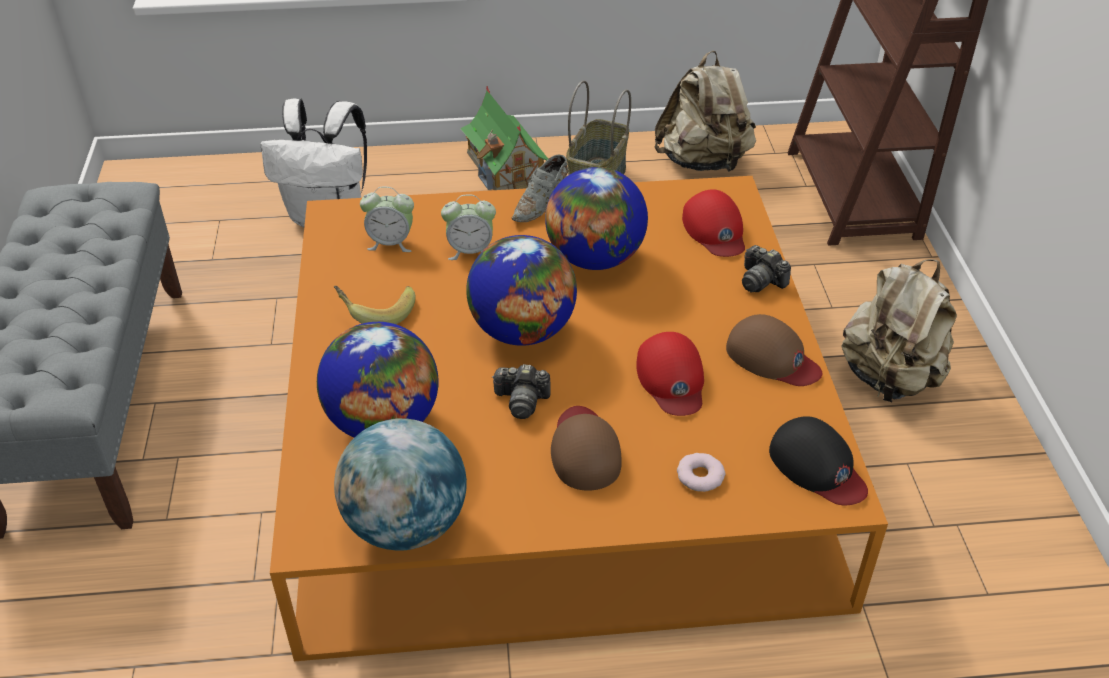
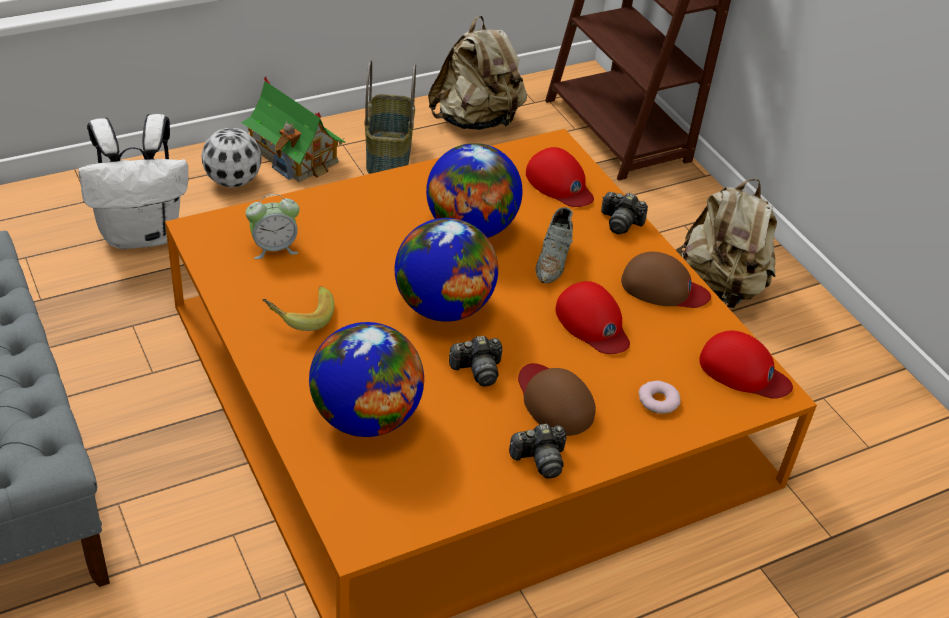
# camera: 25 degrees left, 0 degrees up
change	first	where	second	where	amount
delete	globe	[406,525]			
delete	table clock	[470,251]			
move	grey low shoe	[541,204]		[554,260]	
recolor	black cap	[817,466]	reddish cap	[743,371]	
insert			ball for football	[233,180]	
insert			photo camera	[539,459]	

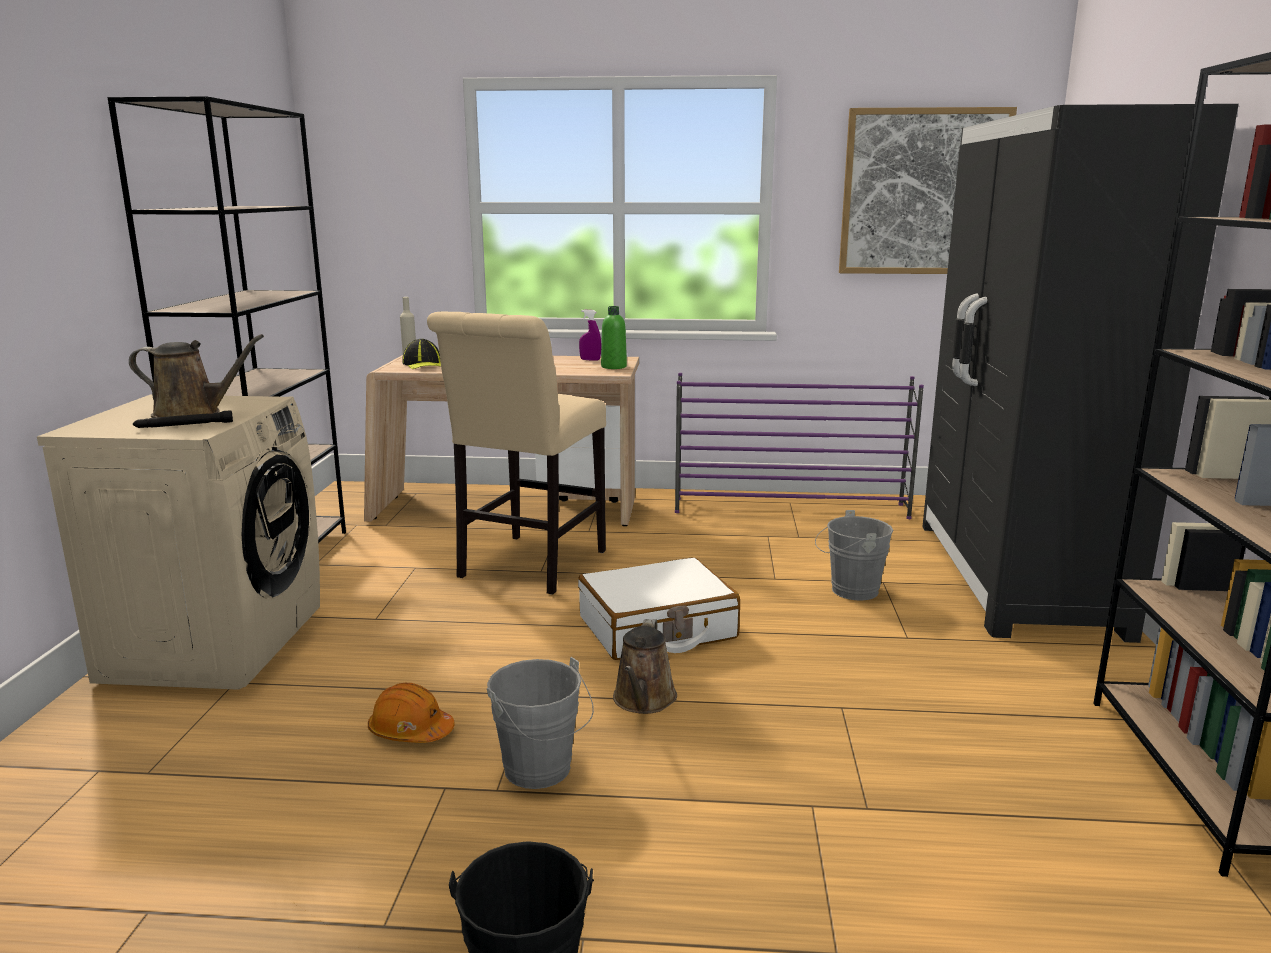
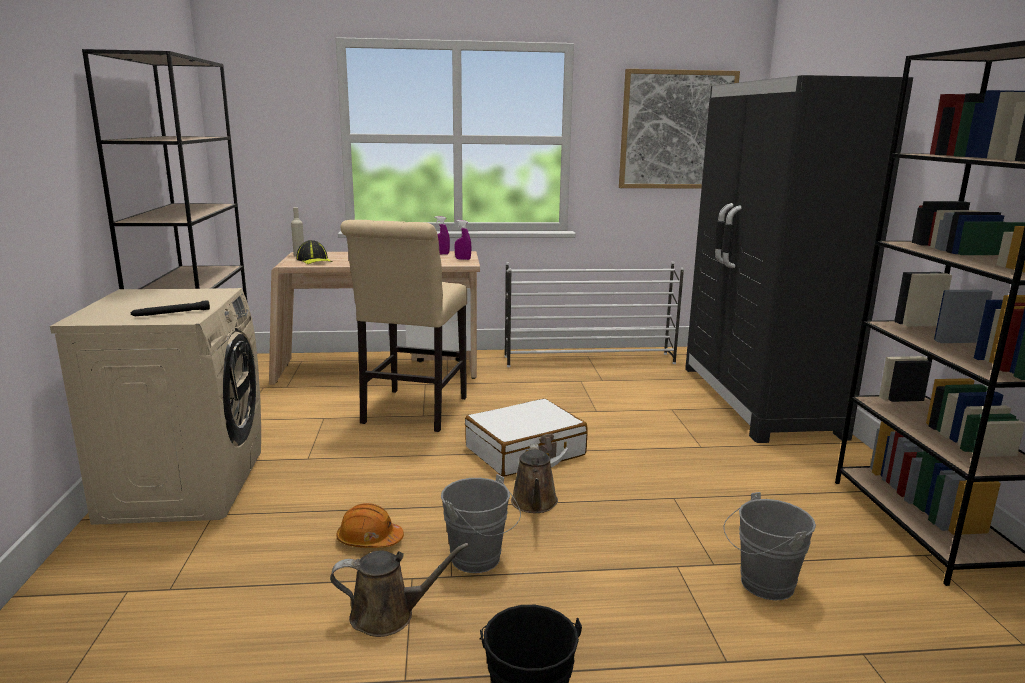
# camera: 10 degrees left, 0 degrees up
change	first	where	second	where	amount
move	brown sprinkling can	[193,414]		[389,615]	
replace	green drink bottle	[614,367]	purplish spray bottle	[463,259]	
recolor	purplish shoe rack	[791,509]	white shoe rack	[590,360]	
move	grey bucket	[849,591]		[761,585]	

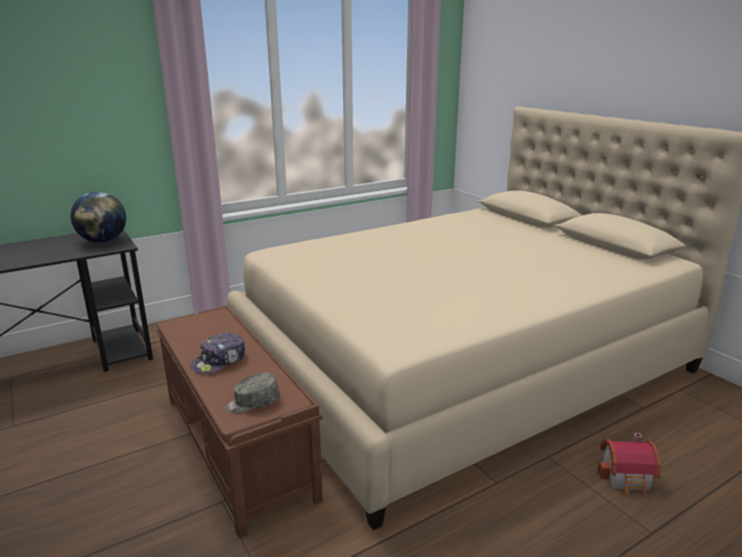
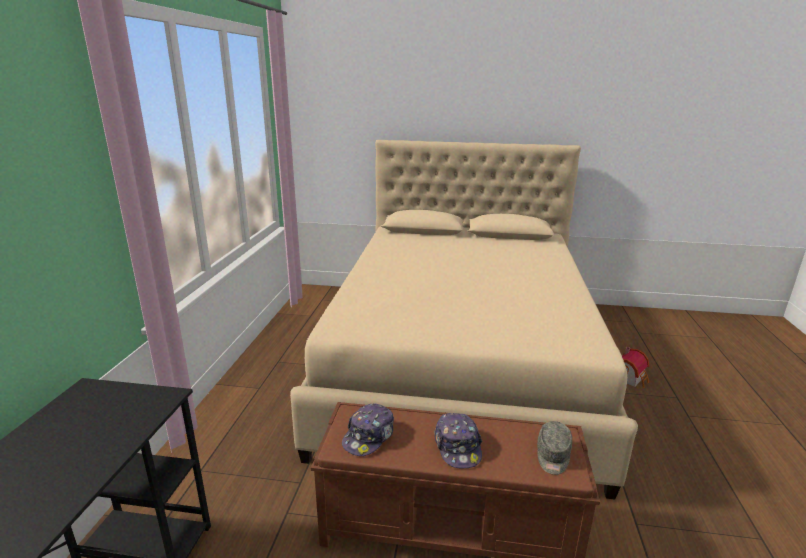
# camera: 50 degrees left, 0 degrees up
change	first	where	second	where	amount
delete	globe	[103,241]			
insert			cap	[369,437]	

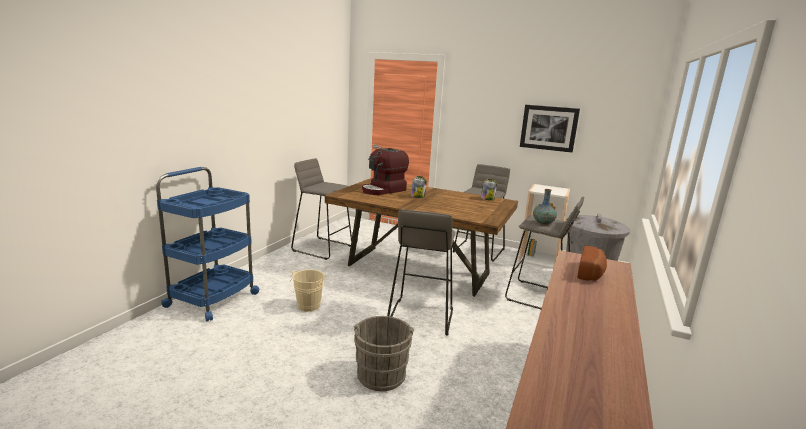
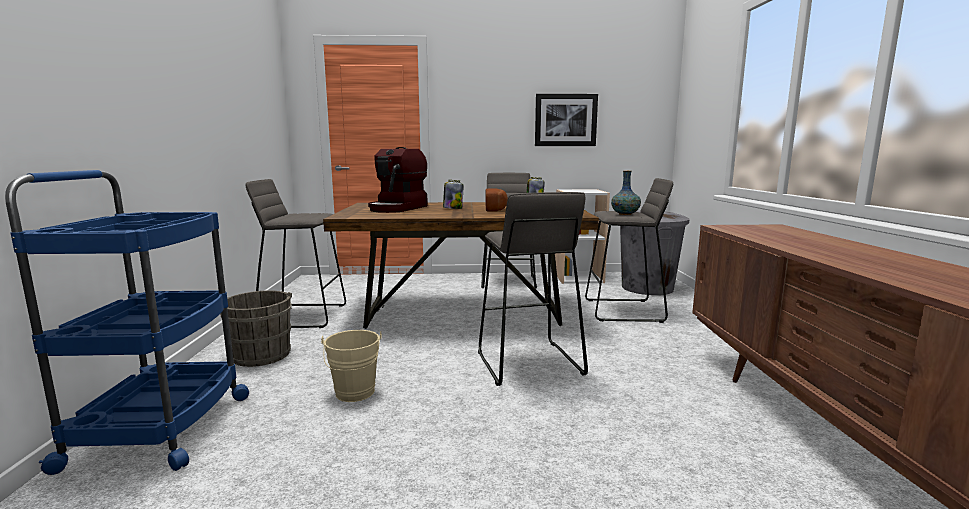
# camera: 25 degrees left, 5 degrees down
change	first	where	second	where	amount
move	grey bucket	[381,373]		[261,354]	
move	bakery bread	[591,273]		[496,209]	

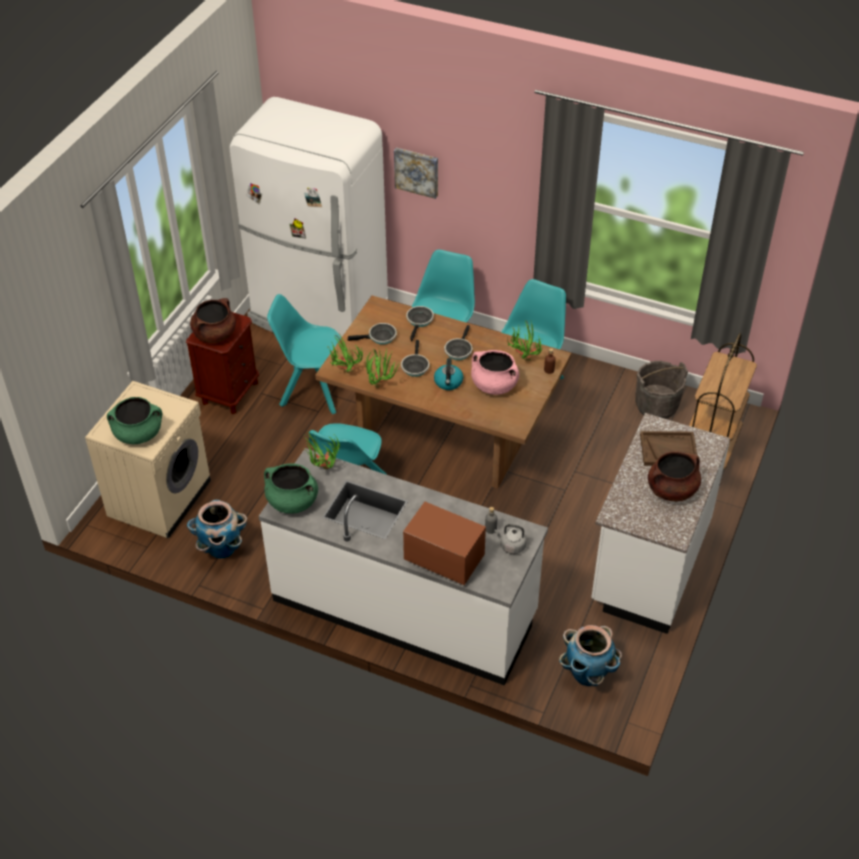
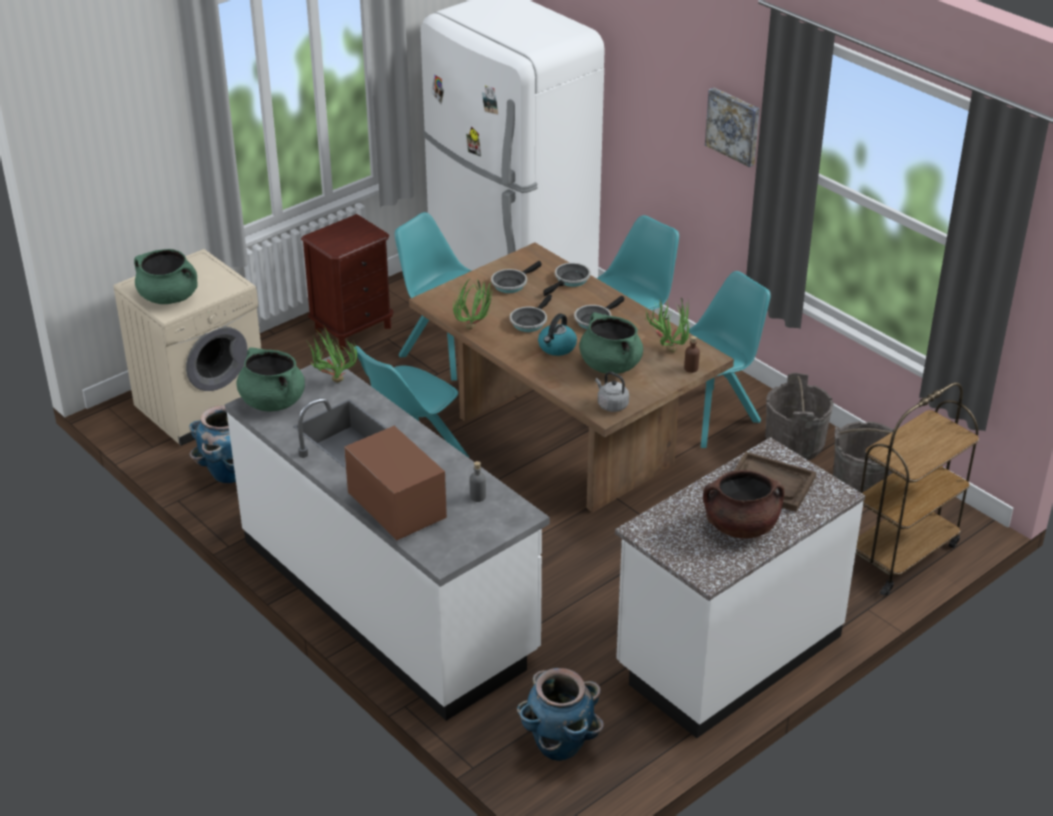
# camera: 25 degrees right, 10 degrees down
change	first	where	second	where	amount
delete	brown saucepot	[215,334]			
delete	potted plant	[344,372]			
rotate	frying pan	[380,337]		[511,283]	120 degrees clockwise
move	picture	[417,171]		[734,126]	
recolor	pink saucepot	[494,385]	green saucepot	[610,365]	
move	grey kettle	[511,546]		[611,405]	
insert			grey bucket	[795,444]	

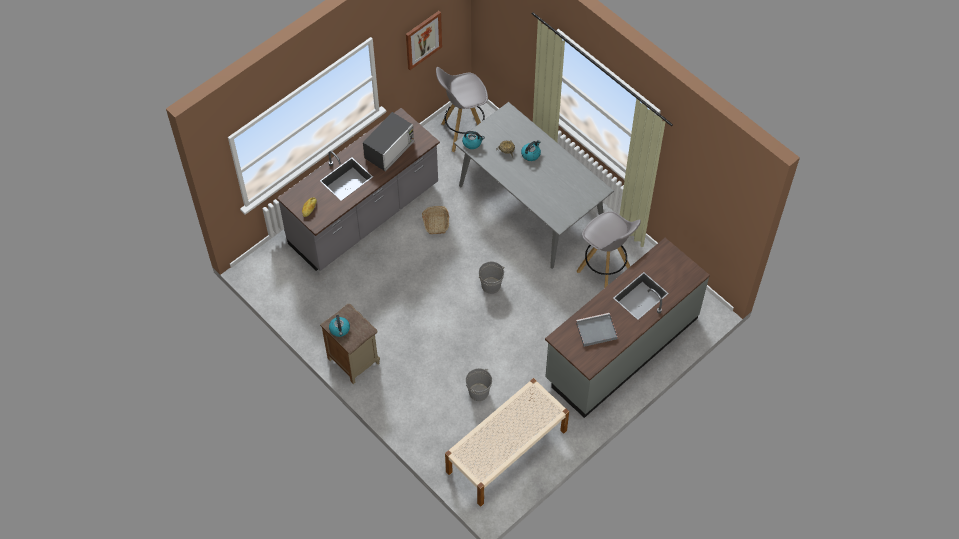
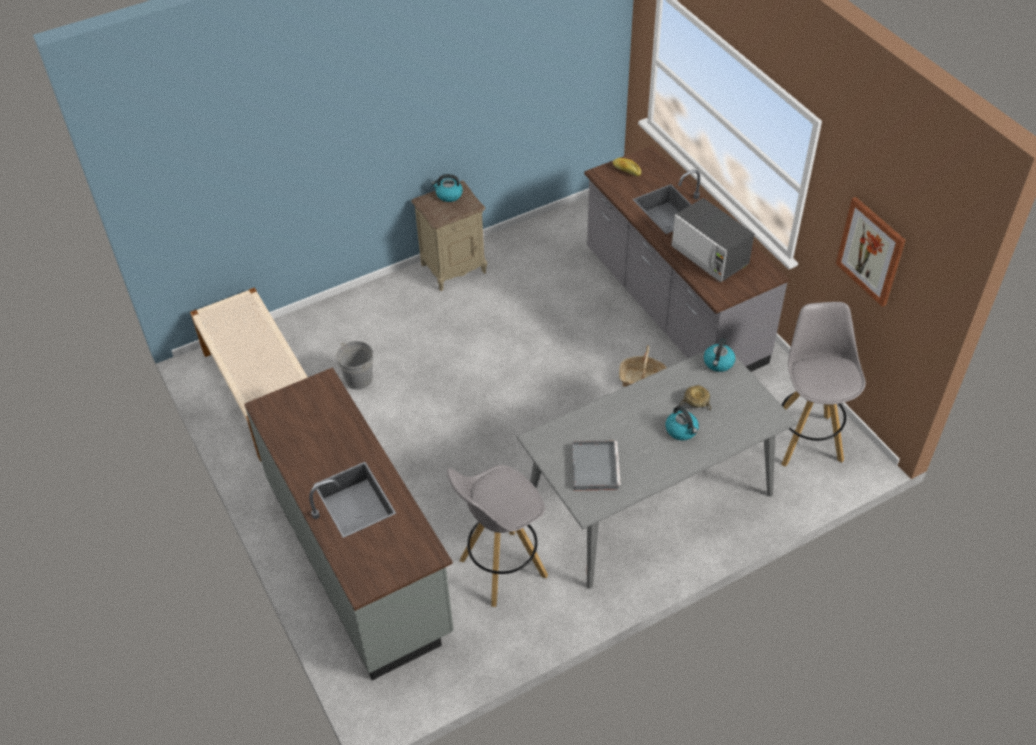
# camera: 105 degrees right, 10 degrees down
change	first	where	second	where	amount
delete	grey bucket	[491,285]			
move	grey carrying tray	[595,331]		[594,466]	

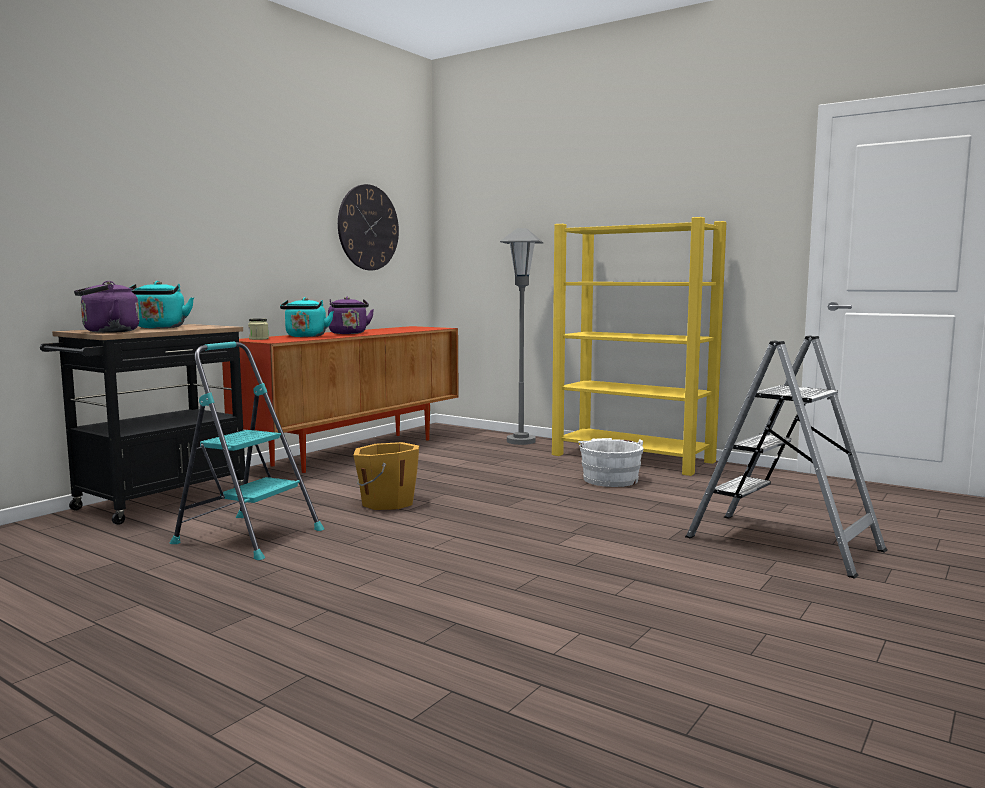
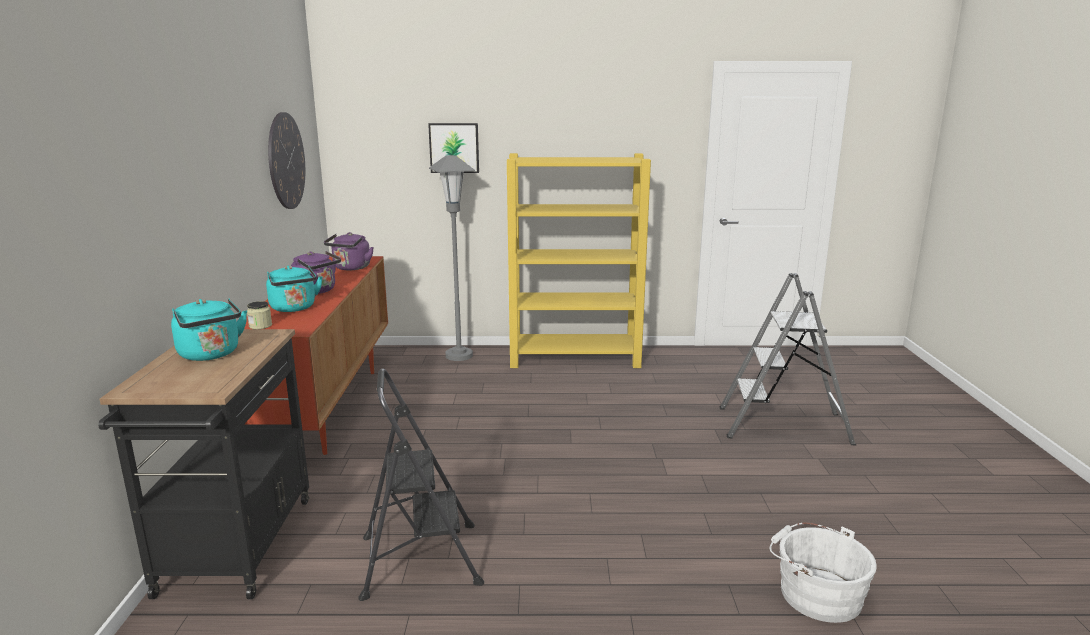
# camera: 35 degrees left, 10 degrees up
change	first	where	second	where	amount
move	purplish kettle	[107,332]		[351,268]	
recolor	blue-green step ladder	[246,535]	black step ladder	[416,559]	
delete	orangey bucket	[386,502]			
move	white bucket	[609,479]		[815,592]	
insert			picture	[454,148]	

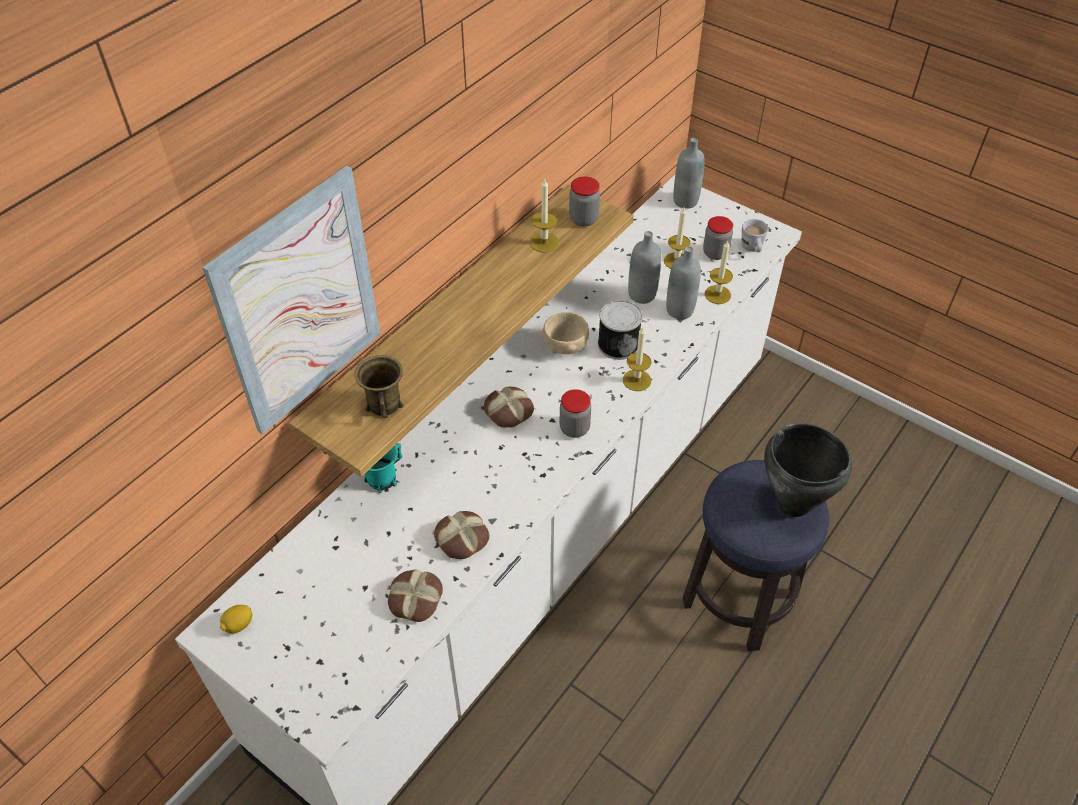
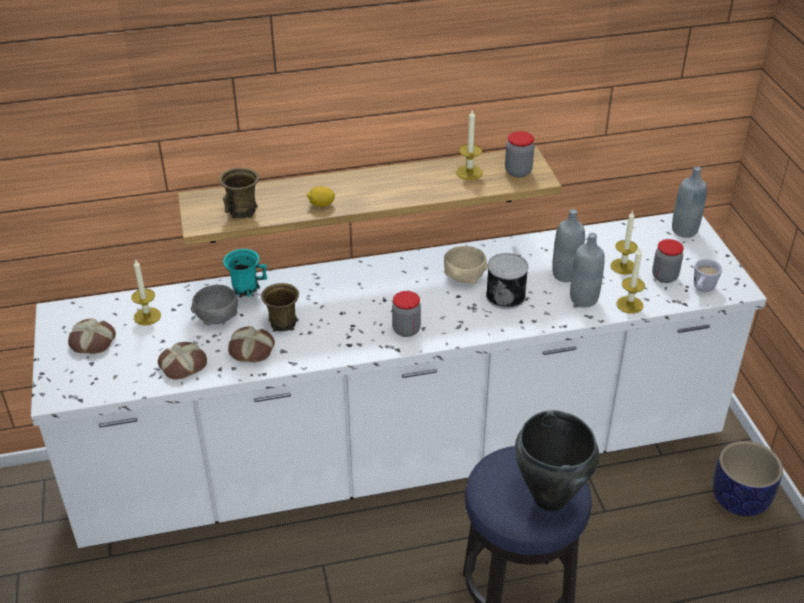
# camera: 40 degrees right, 10 degrees down
change	first	where	second	where	amount
delete	picture	[300,303]			
move	citrus fruit	[238,625]		[321,205]	
move	bakery bread	[509,412]		[92,342]	
move	wax light	[637,380]		[147,316]	
insert			grey serving bowl	[217,318]	
insert			brown mug	[282,323]	
insert			planter	[739,500]	

